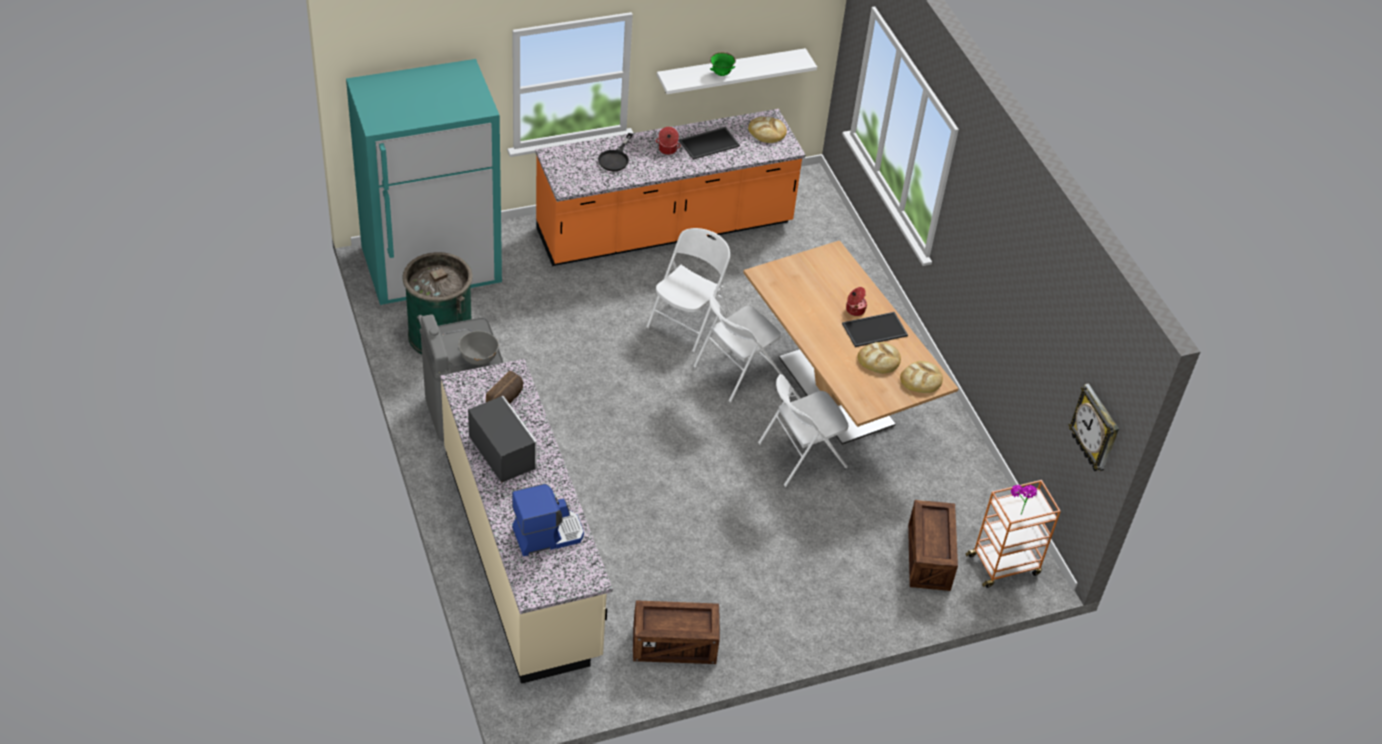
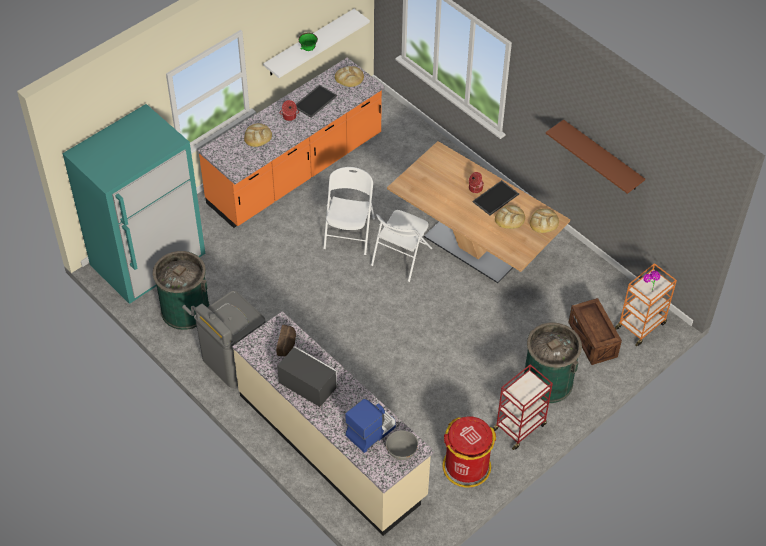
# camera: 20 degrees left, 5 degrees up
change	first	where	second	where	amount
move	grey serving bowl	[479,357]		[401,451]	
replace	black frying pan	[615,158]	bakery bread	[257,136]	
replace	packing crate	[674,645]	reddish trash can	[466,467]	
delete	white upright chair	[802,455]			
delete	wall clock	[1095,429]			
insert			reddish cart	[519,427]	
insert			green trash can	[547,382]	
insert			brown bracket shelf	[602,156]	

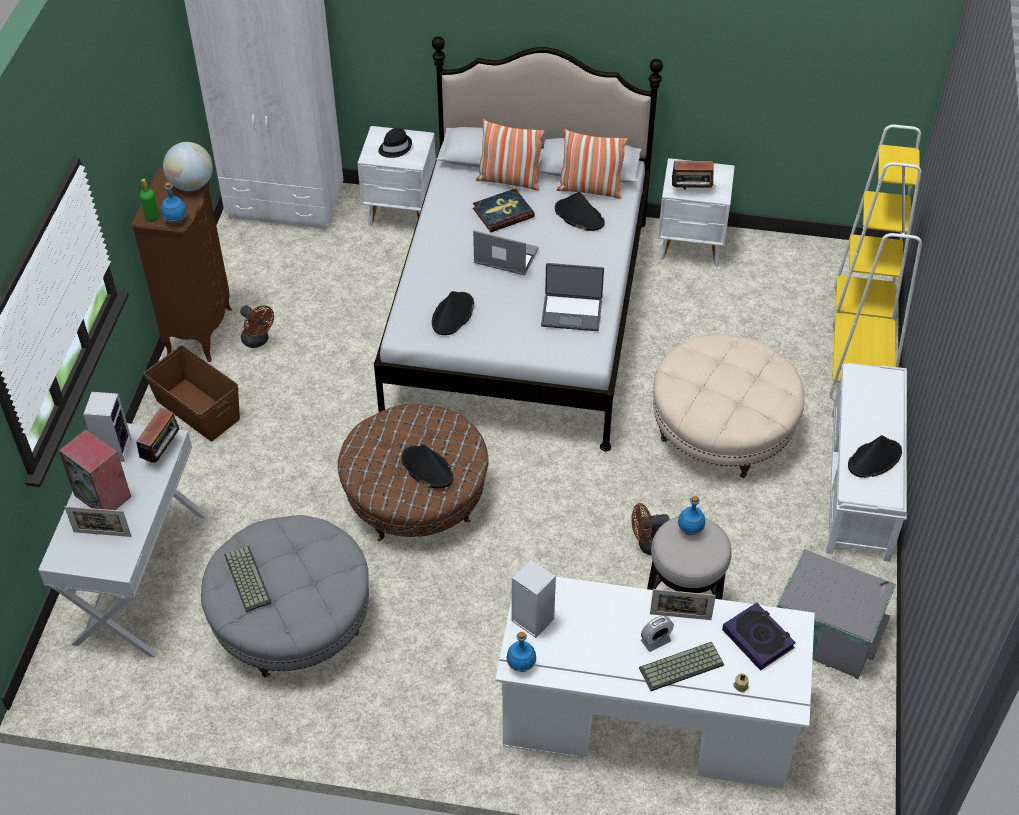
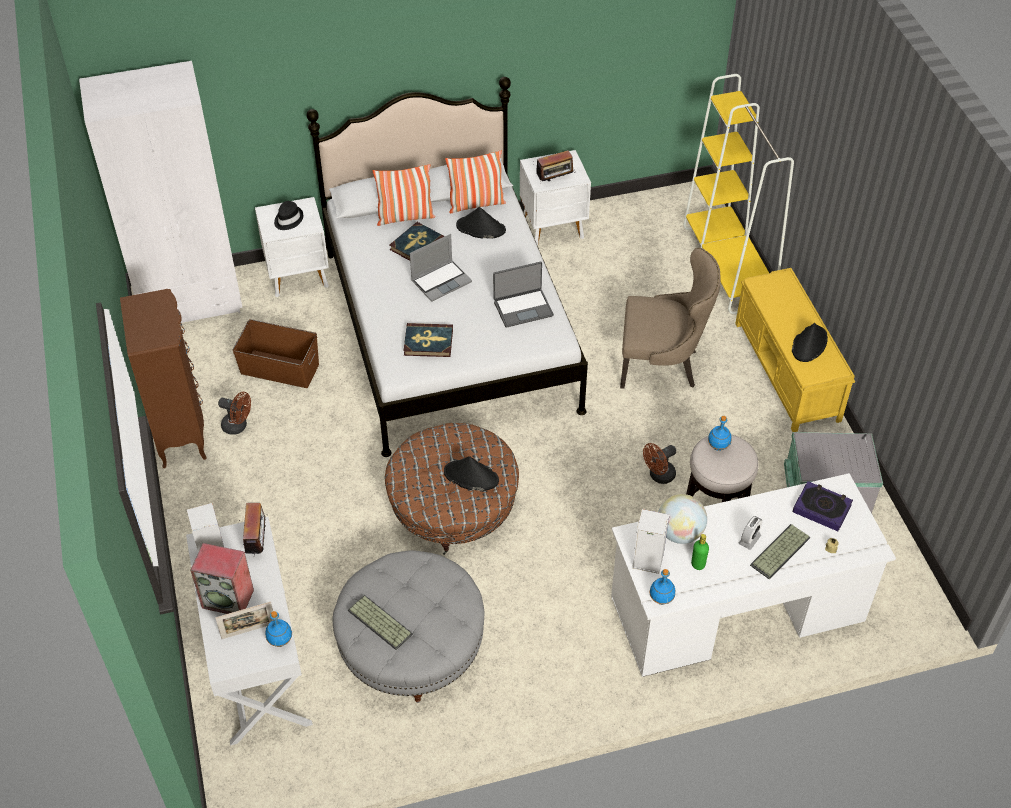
# camera: 25 degrees left, 0 degrees up
change	first	where	second	where	amount
move	green drink bottle	[152,217]		[698,564]	
move	brown storage container	[197,410]		[280,369]	
move	blue-coloured drink bottle	[176,221]		[280,641]	
move	globe	[191,185]		[679,533]	
replace	black clothing hat	[453,314]	volume	[428,342]	
rotate	notebook computer	[504,257]		[441,281]	150 degrees clockwise
delete	picture frame	[680,616]			
replace	beige ottoman	[722,429]	beige upright chair	[662,366]	
recolor	white bench	[859,485]	yellow-coloured bench	[787,372]	

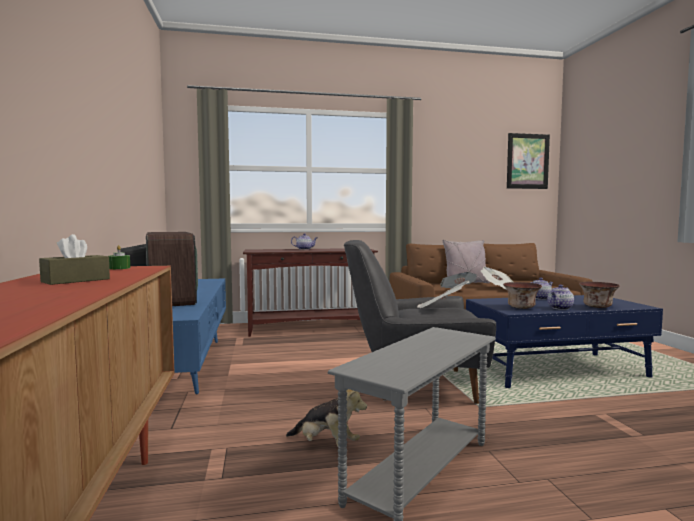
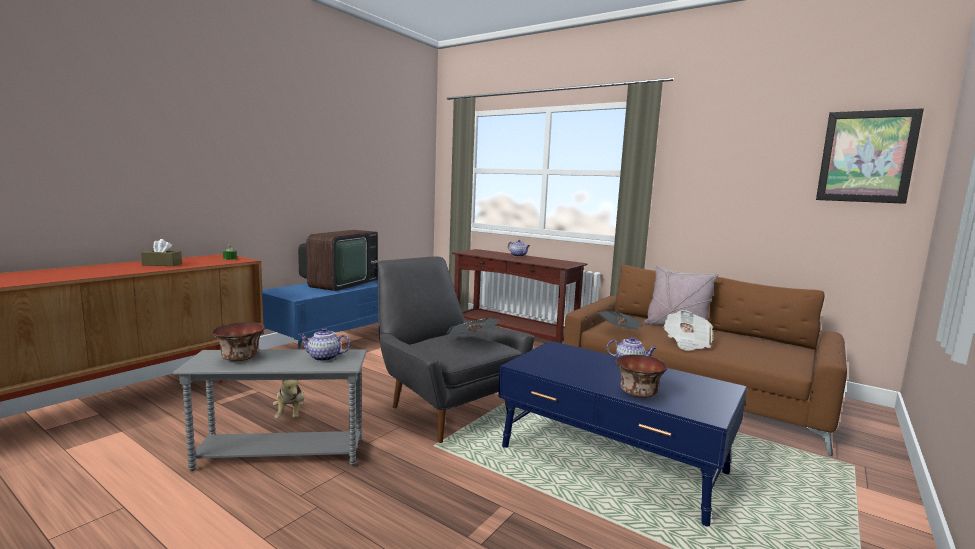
# camera: 45 degrees right, 5 degrees up
change	first	where	second	where	amount
move	serving bowl	[521,308]		[241,359]	
move	tea pot	[560,308]		[323,357]	

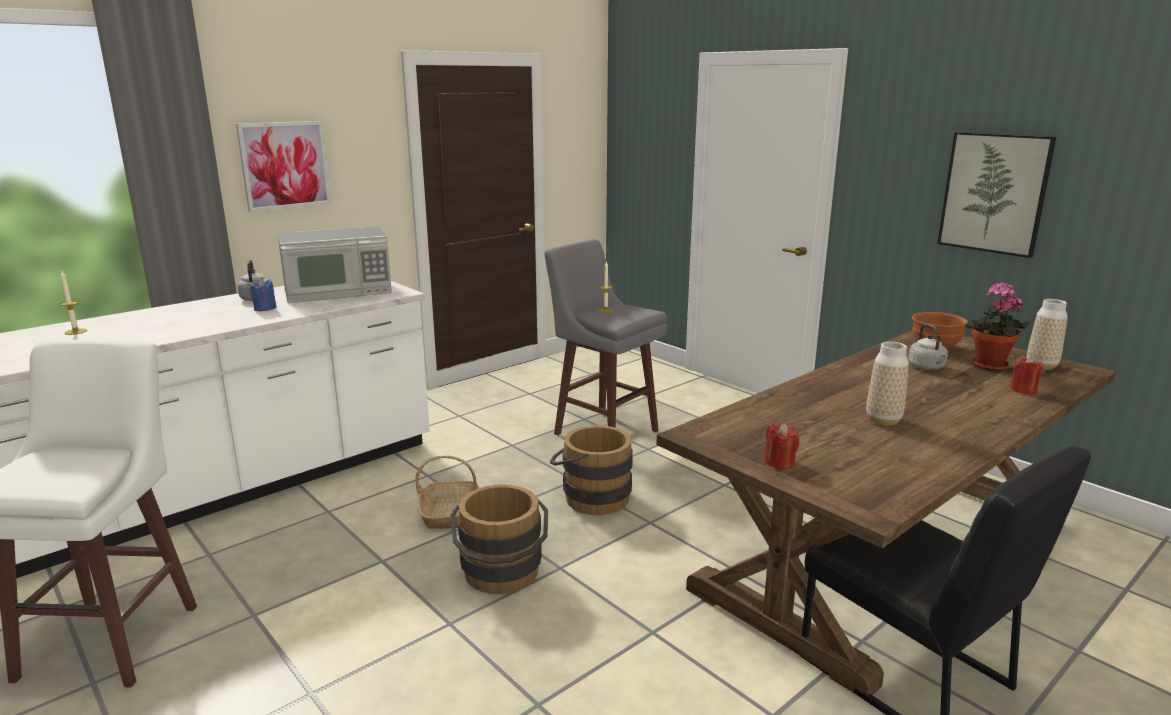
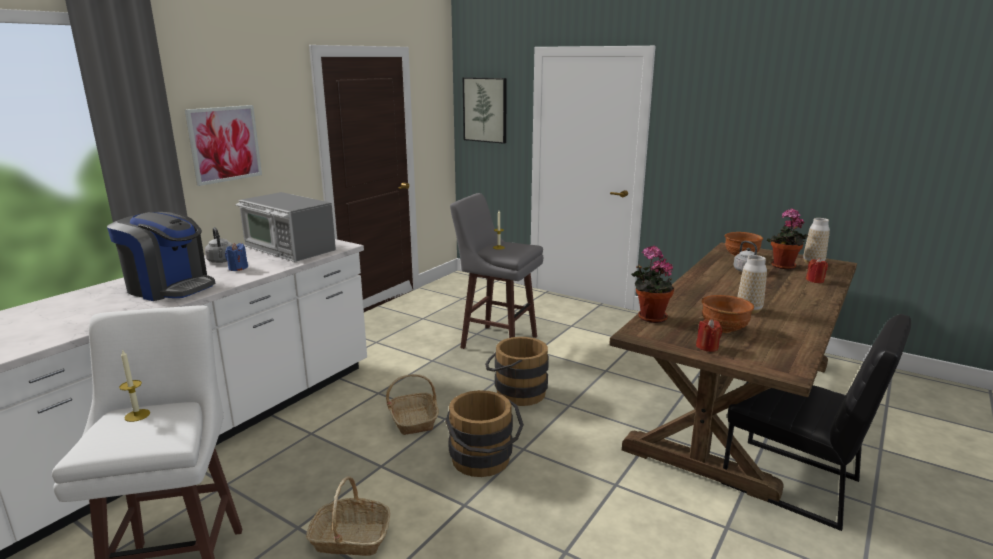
# camera: 15 degrees left, 0 degrees up
change	first	where	second	where	amount
move	wax light	[76,331]		[137,415]	
rotate	kitchen microwave	[338,291]		[288,248]	75 degrees clockwise
move	picture	[994,193]		[485,110]	
insert			coffee brewer	[169,287]	
insert			household basket	[350,538]	
insert			potted plant	[649,317]	
insert			brown serving bowl	[724,330]	

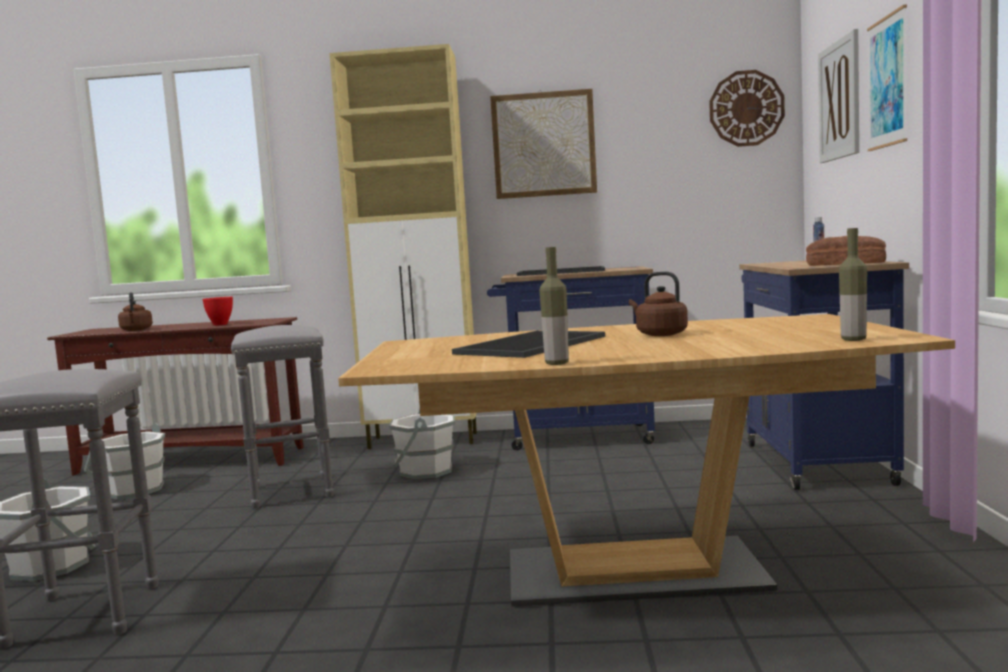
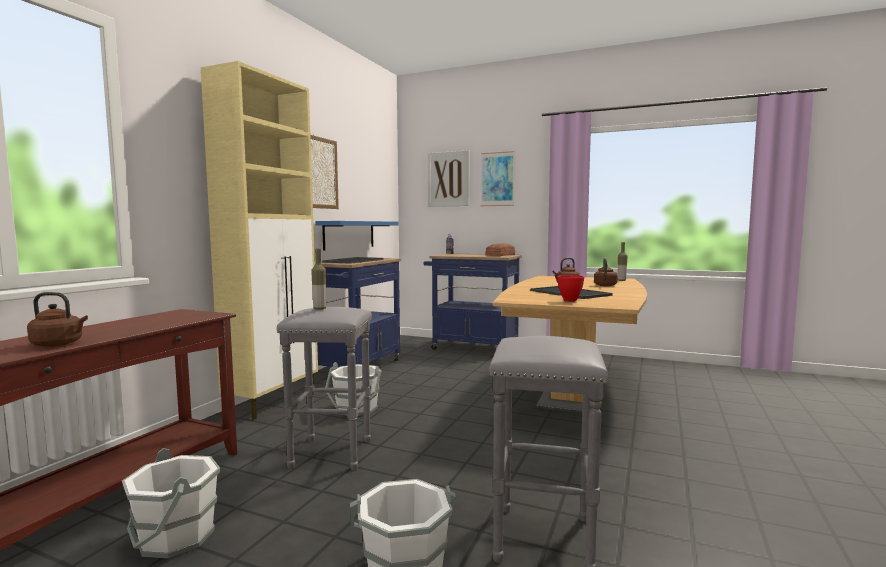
# camera: 70 degrees left, 0 degrees up
change	first	where	second	where	amount
move	reddish serving bowl	[221,324]		[570,300]	
move	drink bottle	[556,363]		[319,309]	
delete	wall clock	[746,108]			
insert			blue-coloured bracket shelf	[349,234]	
insert			brown kettle	[605,286]	

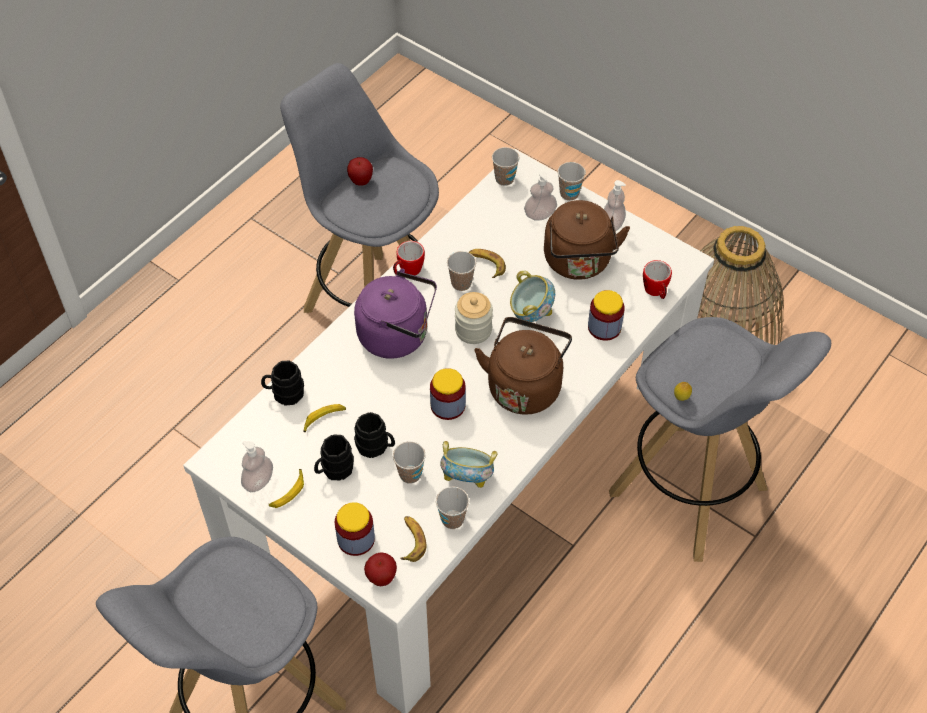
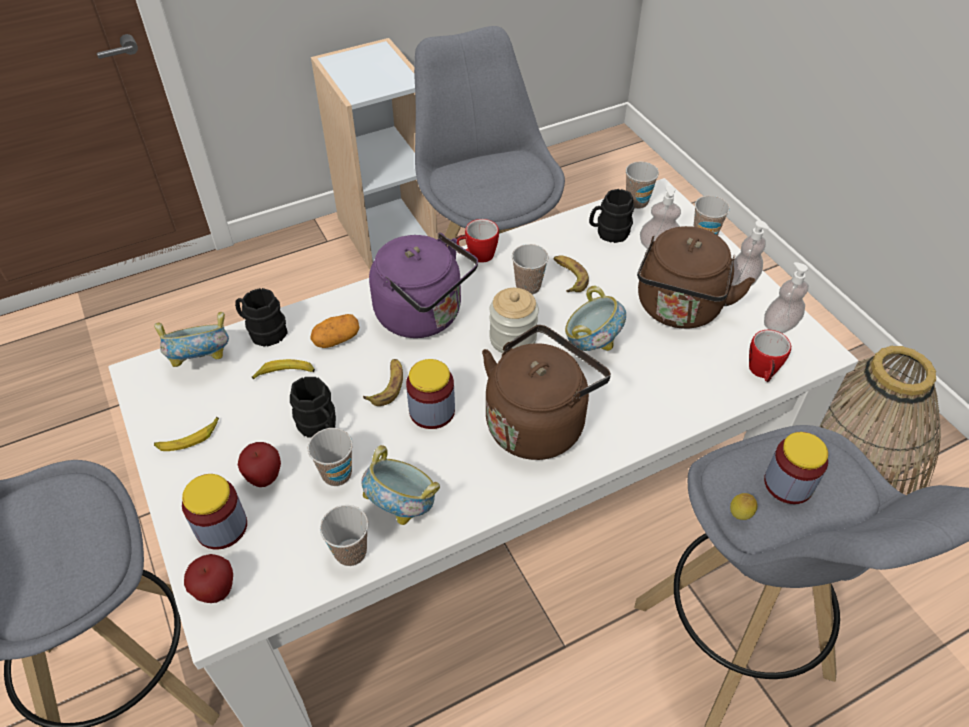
# camera: 25 degrees right, 5 degrees down
change	first	where	second	where	amount
move	soap dispenser	[258,481]		[779,325]	
move	black mug	[334,470]		[608,233]	
move	apple	[361,181]		[264,478]	
move	banana	[411,540]		[387,385]	
move	jar	[604,327]		[788,484]	
insert			serving bowl	[202,360]	
insert			whole potato	[336,339]	
insert			bookcase	[387,231]	

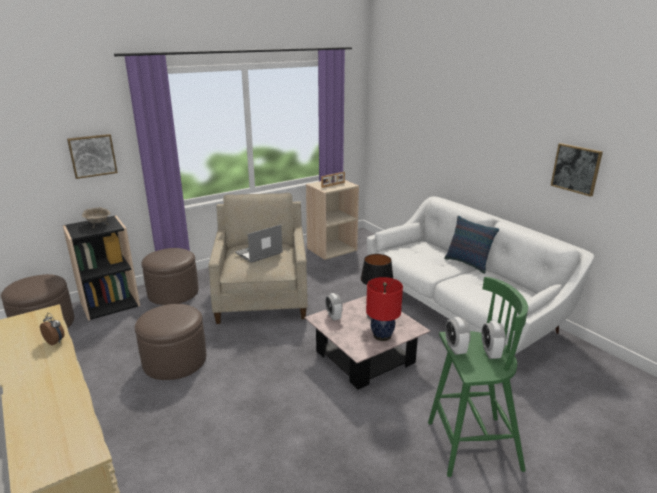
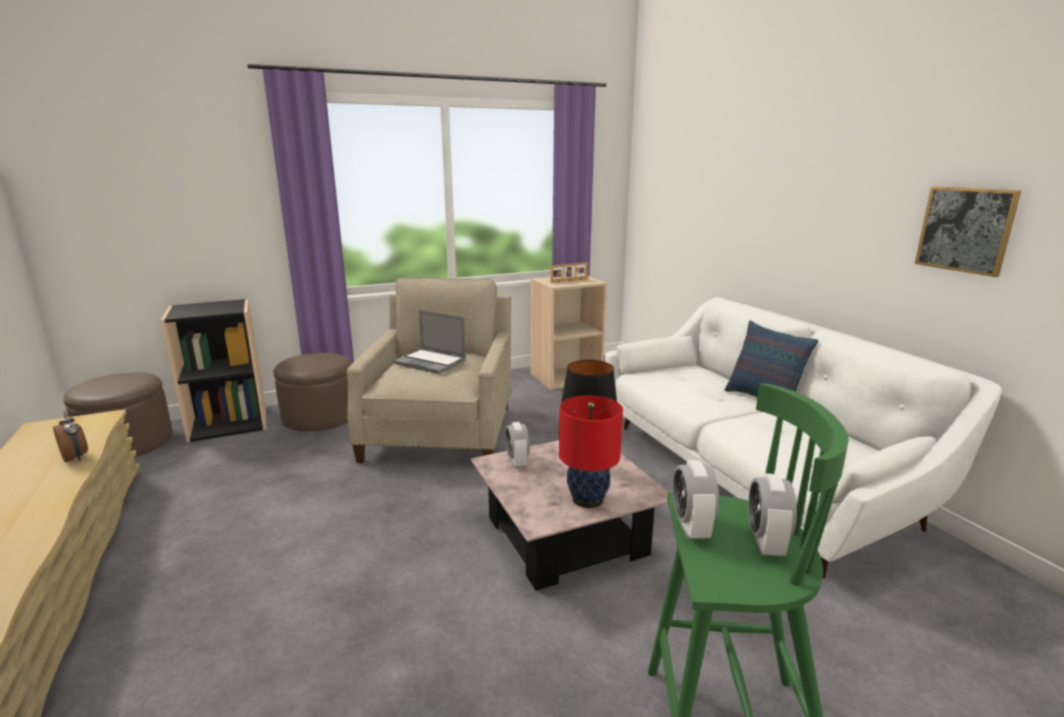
# camera: 10 degrees right, 5 degrees down
change	first	where	second	where	amount
delete	picture	[92,155]			
delete	beige serving bowl	[98,224]			
delete	brown ottoman	[175,360]			
rotate	notebook computer	[259,254]		[431,362]	120 degrees counterclockwise

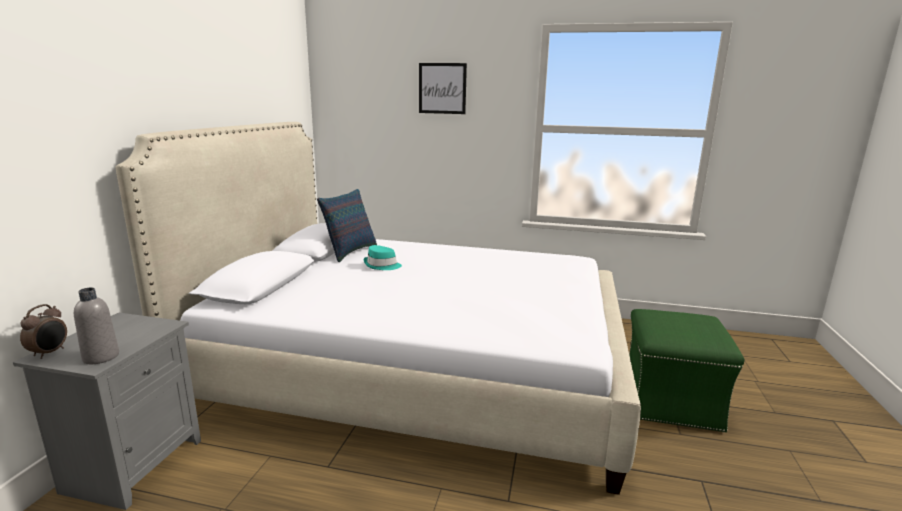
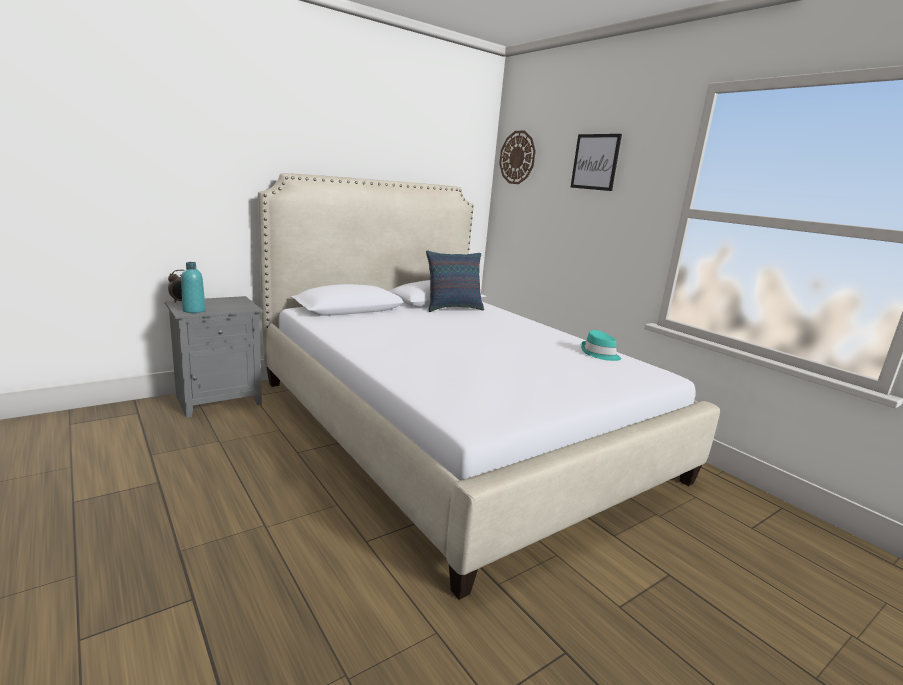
# camera: 40 degrees right, 0 degrees up
change	first	where	second	where	amount
recolor	grey drink bottle	[101,357]	blue-green drink bottle	[194,310]	
move	blue-green clothing hat	[382,265]		[599,354]	
delete	green ottoman	[670,401]			
insert			wall clock	[517,157]	

